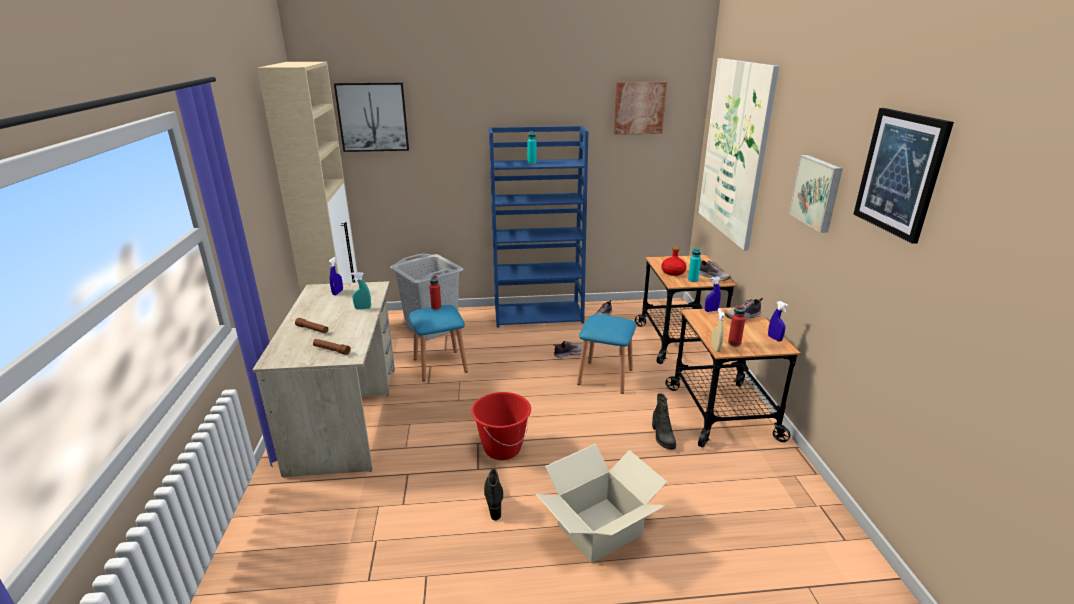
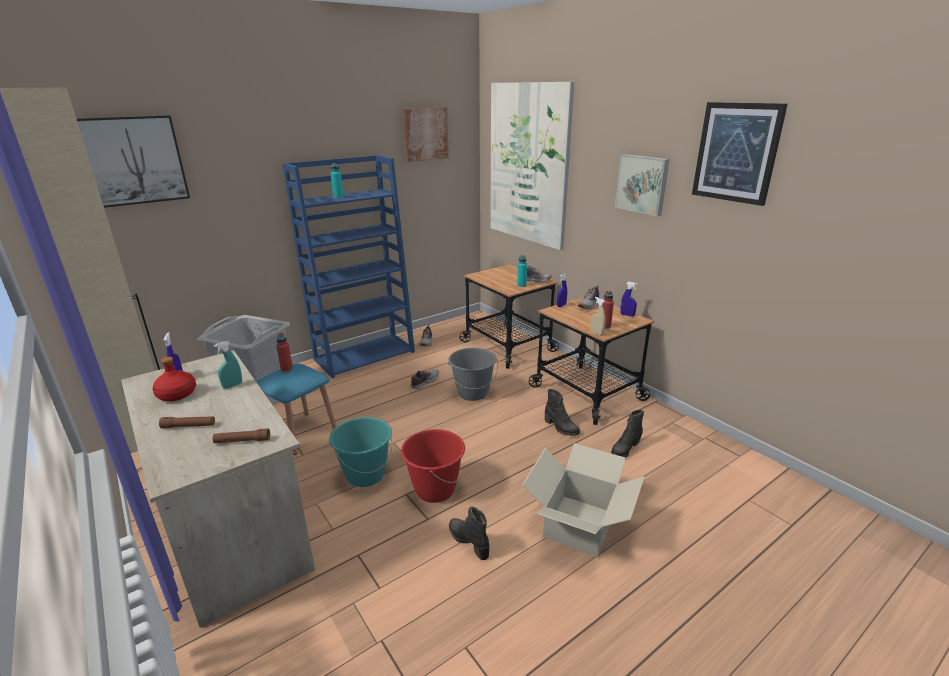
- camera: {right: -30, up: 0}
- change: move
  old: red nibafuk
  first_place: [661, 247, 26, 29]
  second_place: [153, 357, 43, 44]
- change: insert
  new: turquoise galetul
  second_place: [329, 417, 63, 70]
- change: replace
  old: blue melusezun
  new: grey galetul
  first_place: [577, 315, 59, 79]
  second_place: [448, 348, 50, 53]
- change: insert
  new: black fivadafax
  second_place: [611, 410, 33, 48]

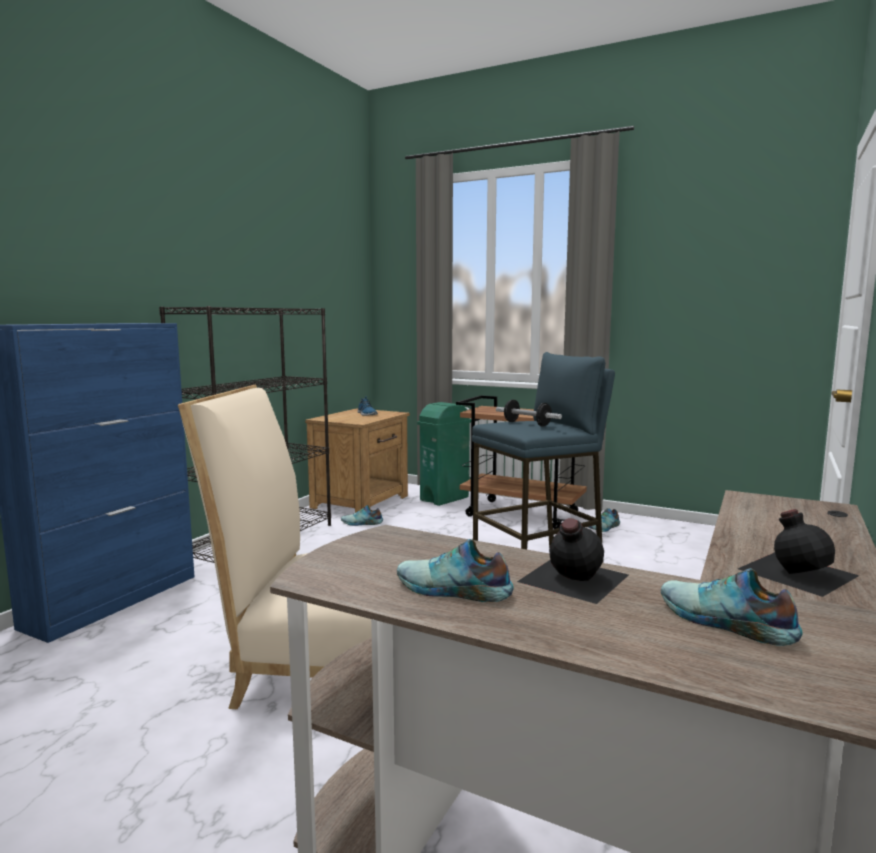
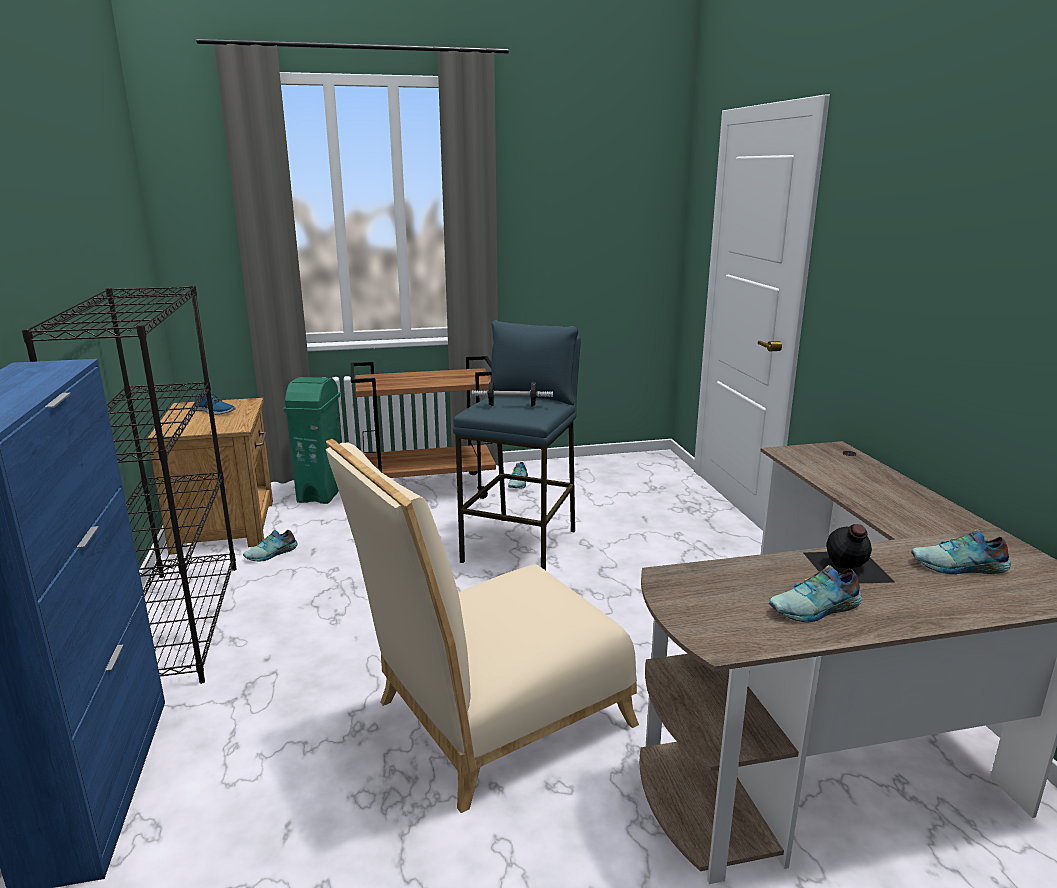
- camera: {right: -40, up: 10}
- change: delete
  old: black nibafuk
  first_place: [738, 509, 121, 88]

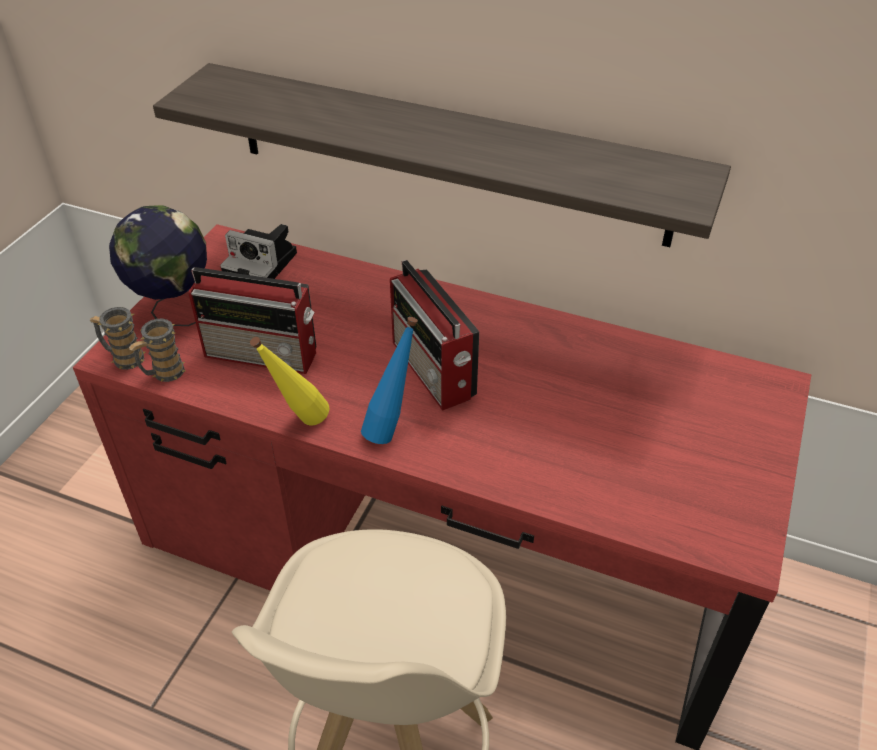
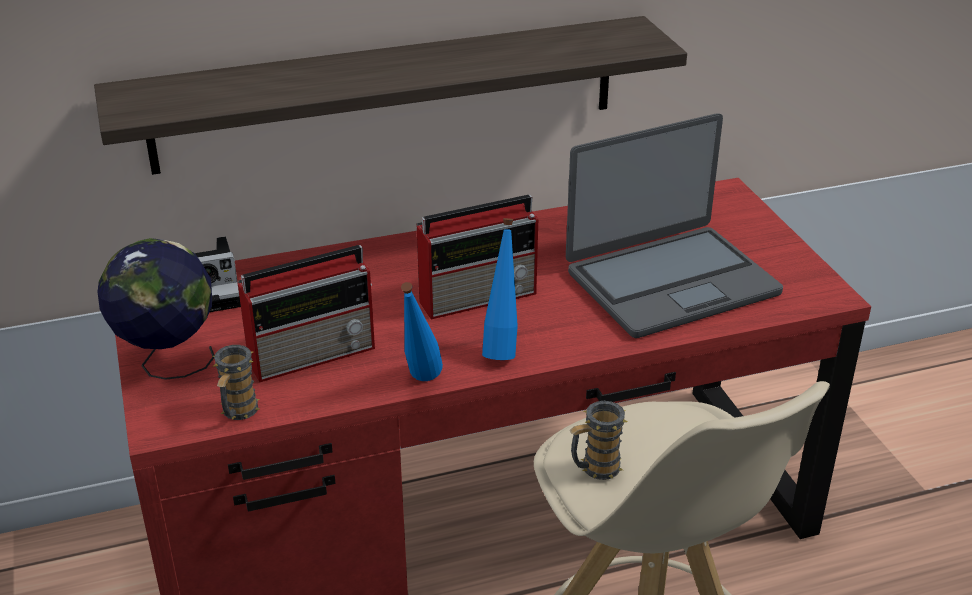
- camera: {right: -40, up: -10}
- change: recolor
  old: yellow nibafuk
  new: blue nibafuk
  first_place: [250, 337, 80, 89]
  second_place: [401, 282, 42, 99]
- change: rotate
  old: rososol
  first_place: [390, 260, 89, 151]
  second_place: [416, 195, 122, 125]
  degrees: -45
- change: insert
  new: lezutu
  second_place: [566, 113, 217, 225]
- change: move
  old: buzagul
  first_place: [89, 307, 56, 63]
  second_place: [570, 401, 57, 79]

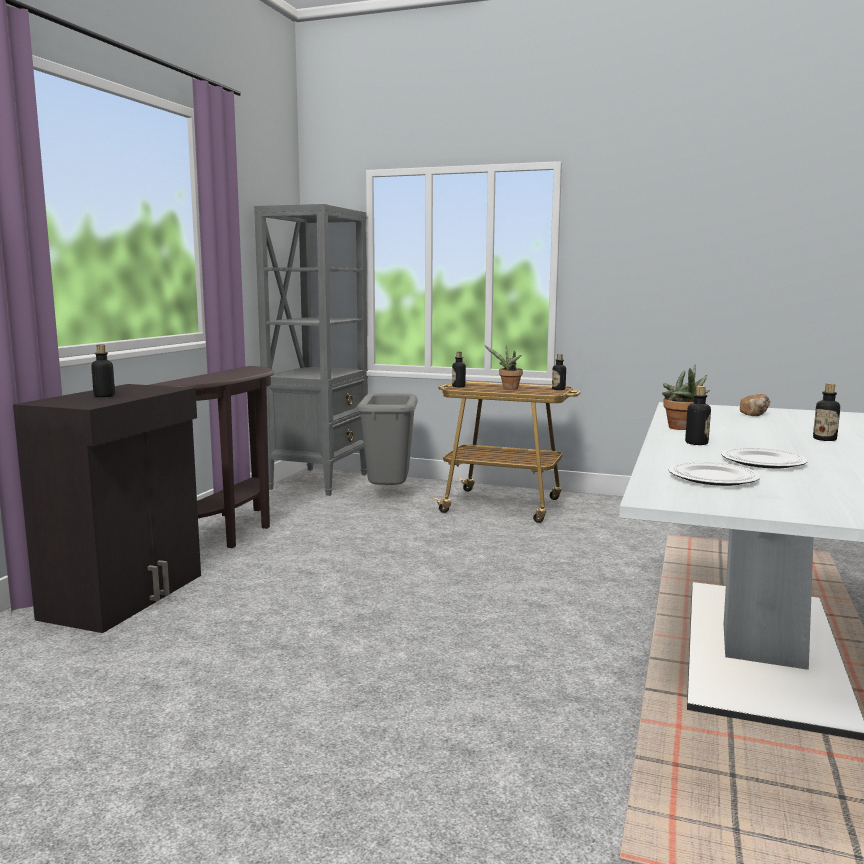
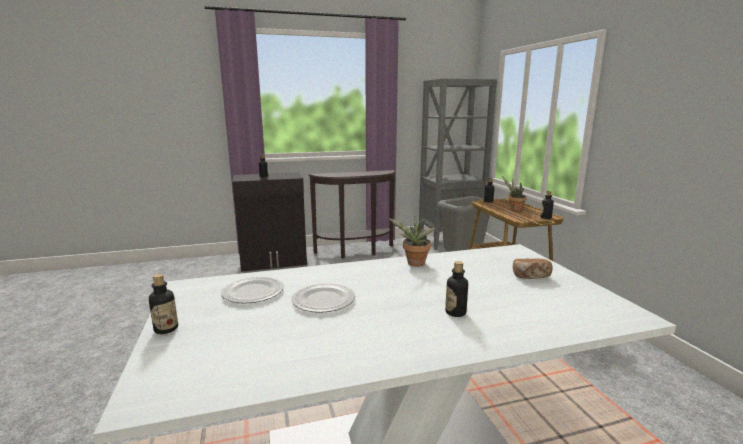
- camera: {right: 55, up: 5}
- change: move
  old: nibafuk
  first_place: [685, 386, 26, 59]
  second_place: [149, 274, 29, 60]

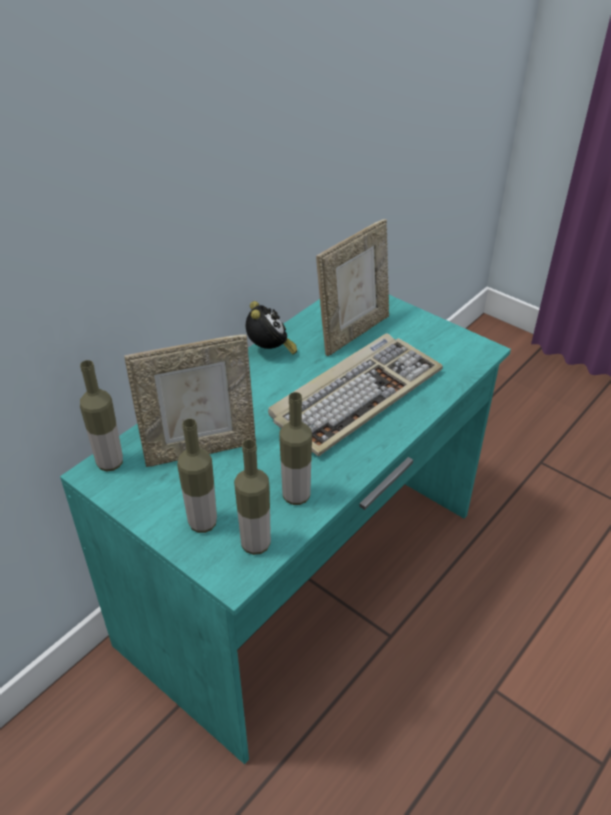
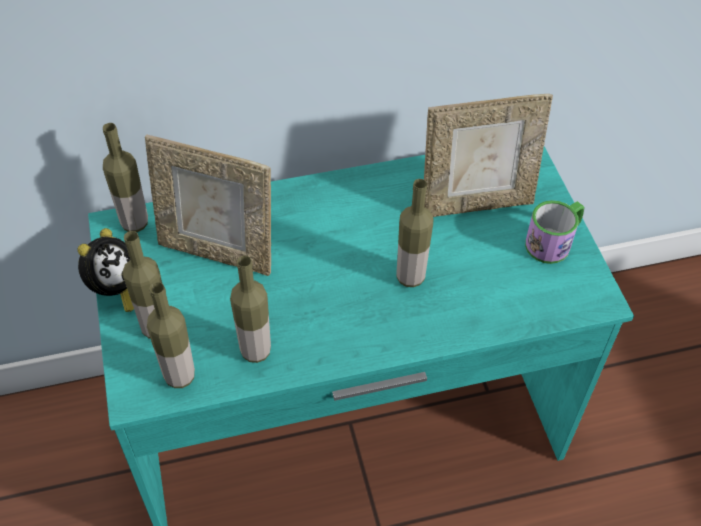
- camera: {right: 35, up: 10}
- change: move
  old: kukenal
  first_place: [246, 301, 51, 53]
  second_place: [78, 228, 56, 84]
- change: replace
  old: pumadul
  new: nibafuk
  first_place: [268, 334, 175, 122]
  second_place: [396, 179, 38, 108]
- change: insert
  new: buzagul
  second_place: [525, 200, 59, 64]

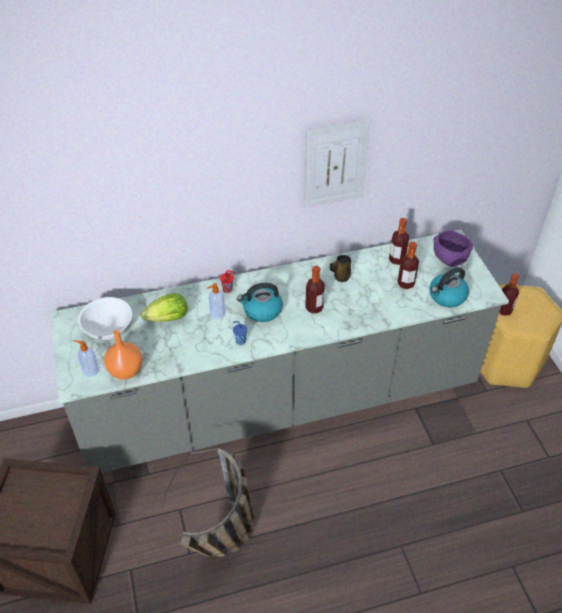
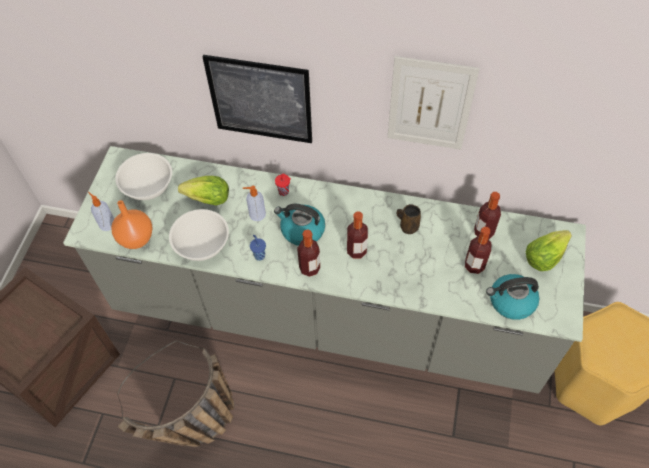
- camera: {right: 30, up: 10}
- change: insert
  new: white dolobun
  second_place: [169, 209, 60, 52]
- change: insert
  new: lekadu
  second_place: [202, 55, 110, 88]
- change: move
  old: nibafuk
  first_place: [499, 274, 20, 42]
  second_place: [297, 229, 23, 48]
- change: replace
  old: purple dolobun
  new: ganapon
  first_place: [433, 230, 40, 37]
  second_place: [526, 230, 46, 41]

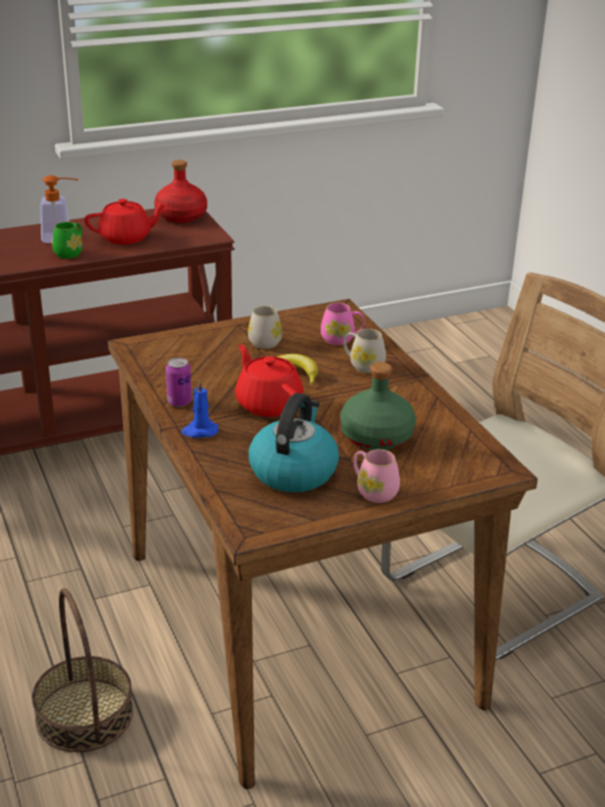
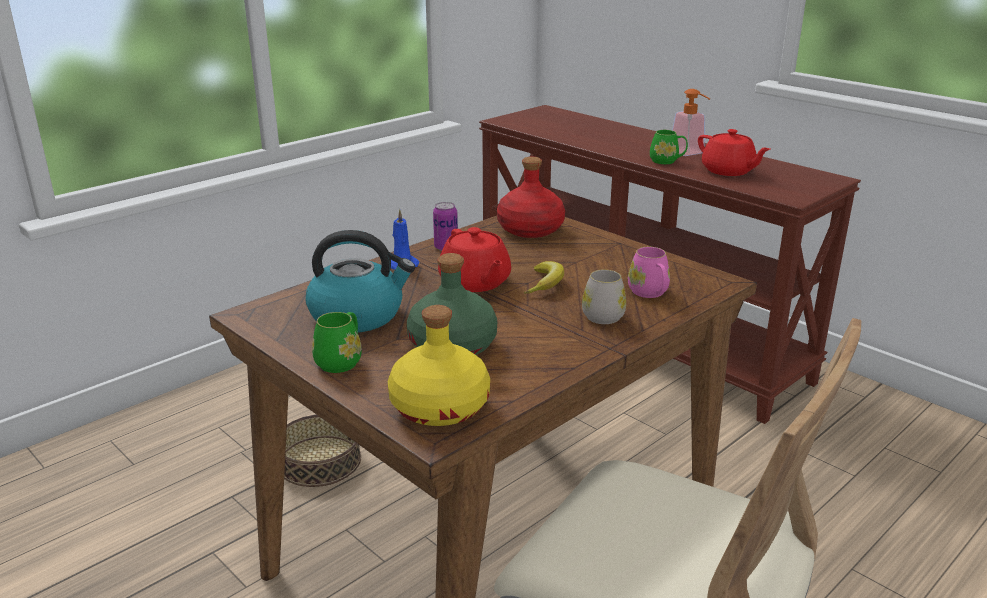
- camera: {right: 70, up: -5}
- change: recolor
  old: pink buzagul
  new: green buzagul
  first_place: [353, 449, 47, 54]
  second_place: [312, 312, 49, 61]
- change: insert
  new: yellow nibafuk
  second_place: [388, 305, 102, 121]
- change: rotate
  old: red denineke
  first_place: [235, 344, 69, 73]
  second_place: [438, 227, 73, 65]
  degrees: 120
- change: move
  old: red nibafuk
  first_place: [154, 160, 53, 63]
  second_place: [497, 157, 68, 81]
- change: delete
  old: white buzagul
  first_place: [248, 306, 34, 43]

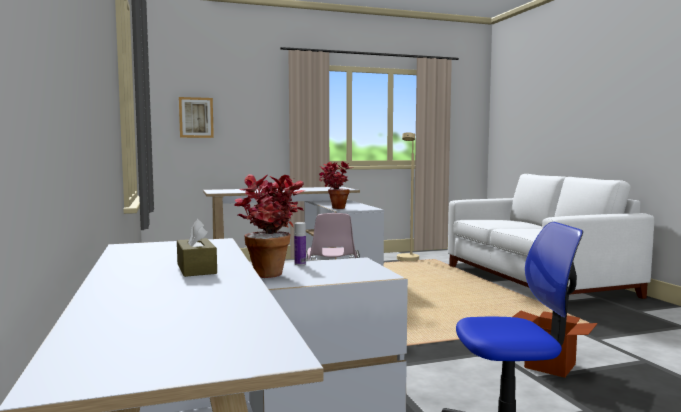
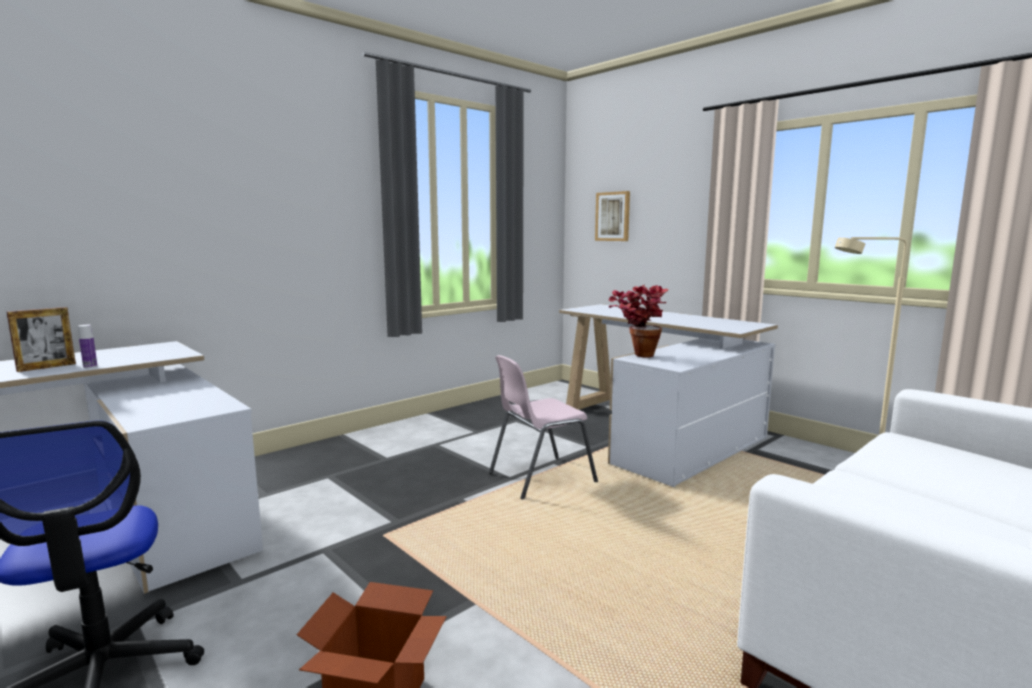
- camera: {right: 65, up: 5}
- change: replace
  old: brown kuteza
  new: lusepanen
  first_place: [177, 219, 40, 58]
  second_place: [6, 307, 70, 65]
- change: move
  old: nibafuk
  first_place: [294, 222, 12, 43]
  second_place: [78, 325, 19, 43]
- change: delete
  old: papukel
  first_place: [234, 174, 70, 104]

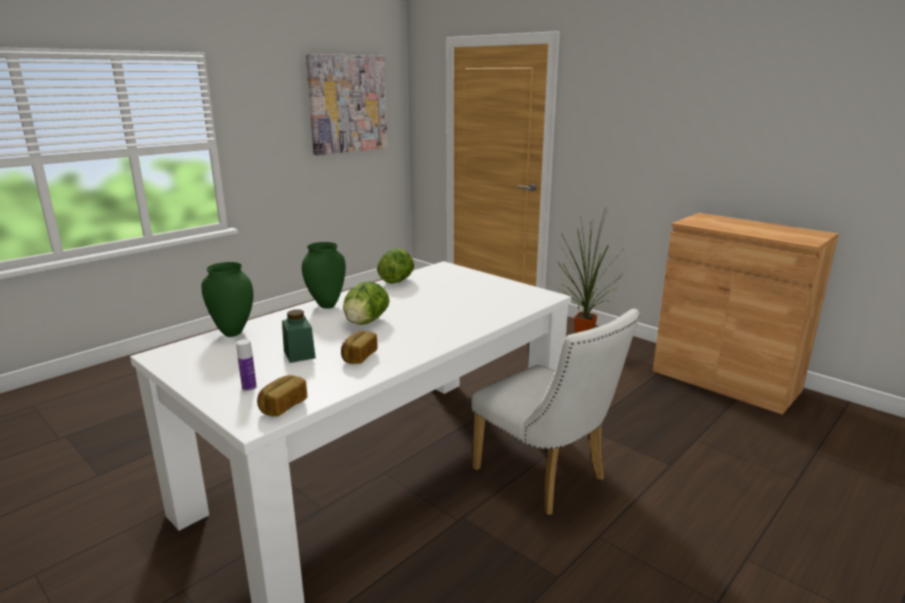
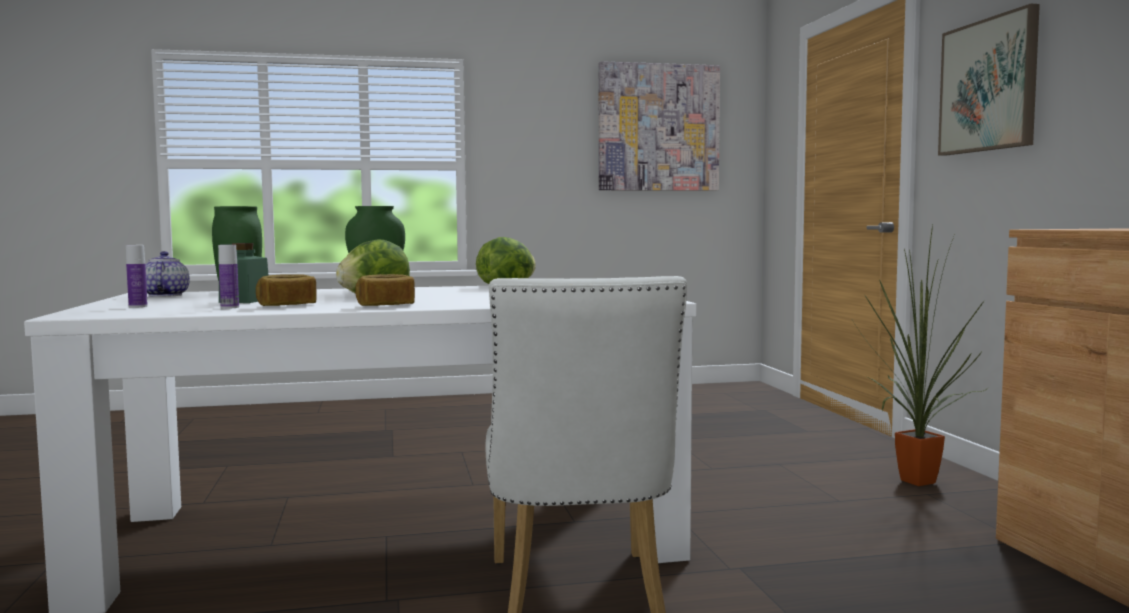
- camera: {right: 35, up: -15}
- change: insert
  new: denineke
  second_place: [145, 251, 45, 46]
- change: insert
  new: nibafuk
  second_place: [218, 245, 21, 64]
- change: move
  old: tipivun
  first_place: [257, 375, 50, 41]
  second_place: [355, 274, 60, 32]
- change: insert
  new: lekadu
  second_place: [938, 4, 102, 152]

